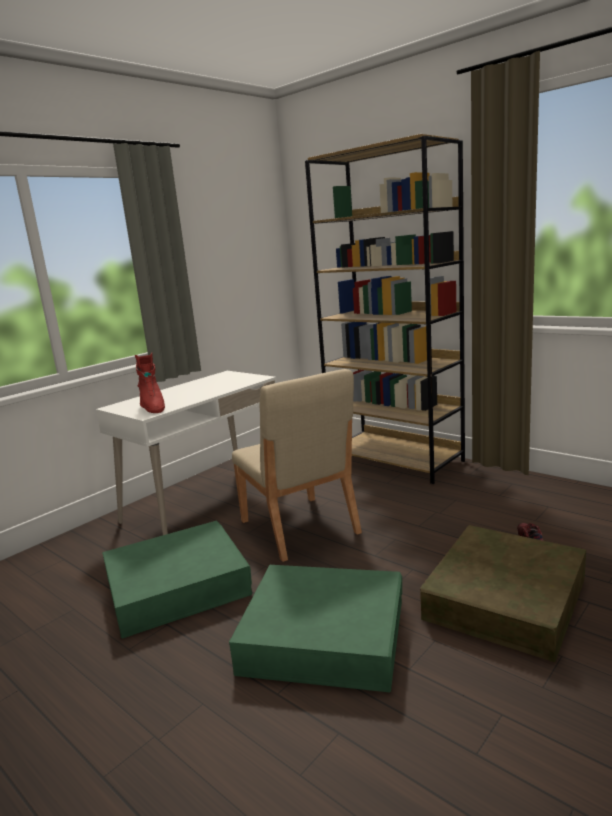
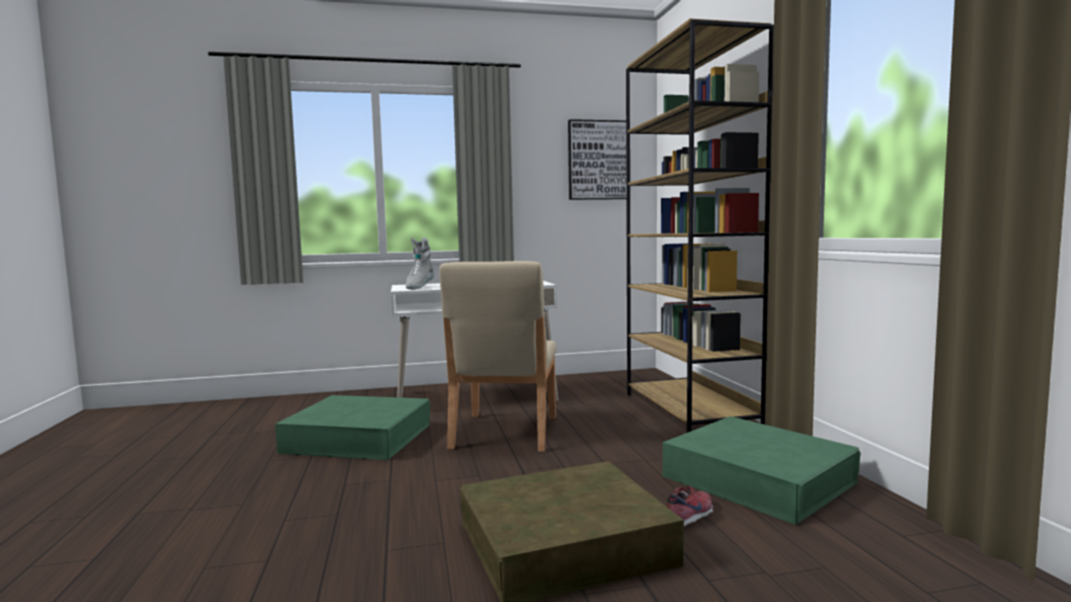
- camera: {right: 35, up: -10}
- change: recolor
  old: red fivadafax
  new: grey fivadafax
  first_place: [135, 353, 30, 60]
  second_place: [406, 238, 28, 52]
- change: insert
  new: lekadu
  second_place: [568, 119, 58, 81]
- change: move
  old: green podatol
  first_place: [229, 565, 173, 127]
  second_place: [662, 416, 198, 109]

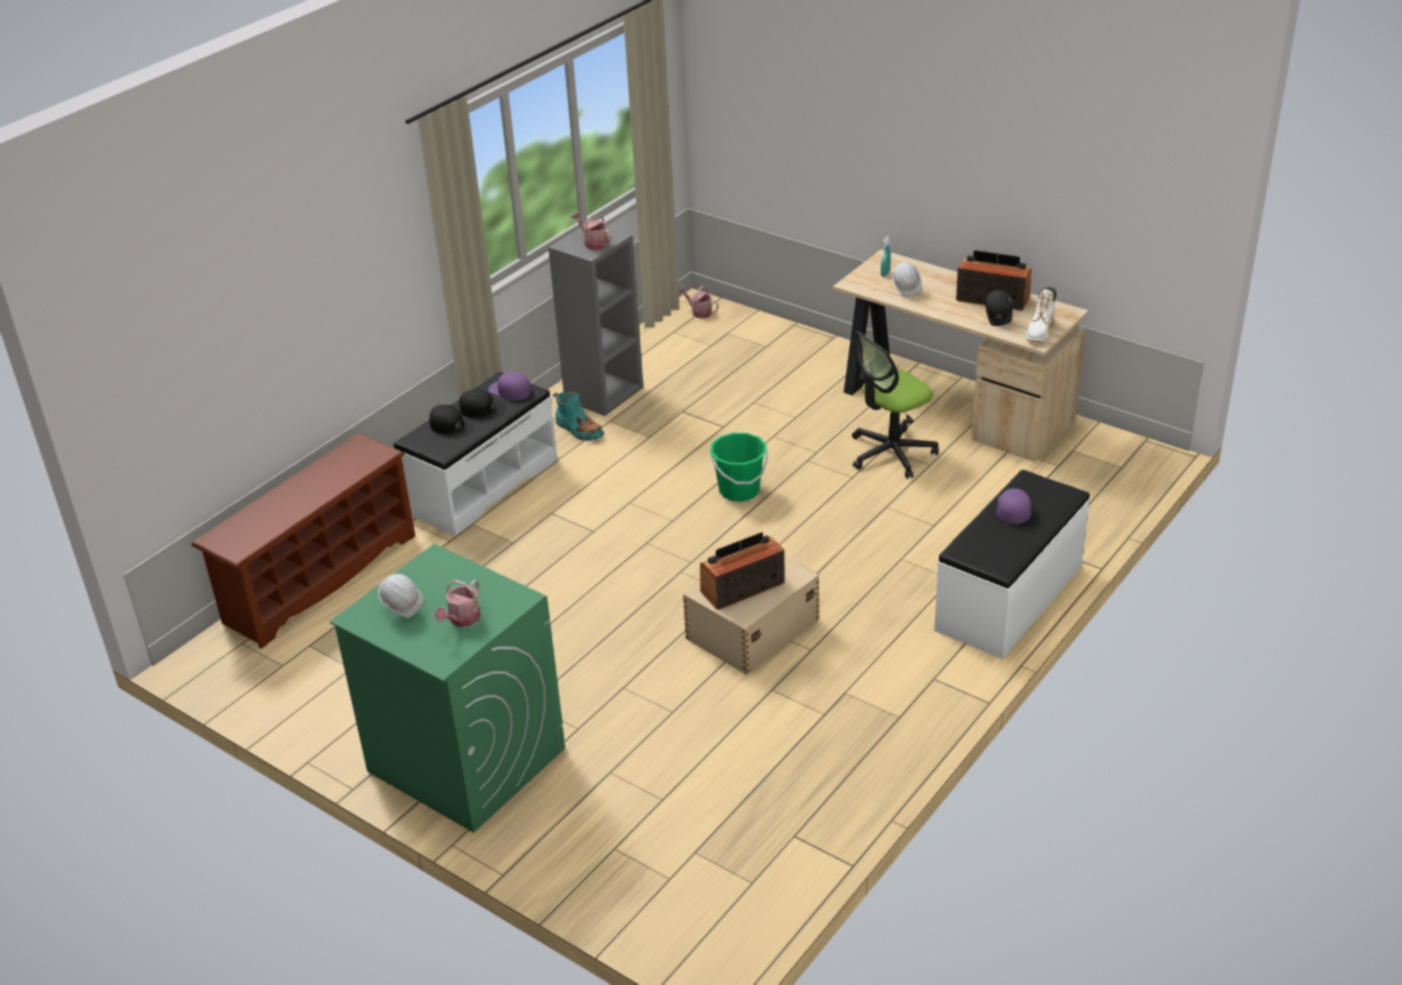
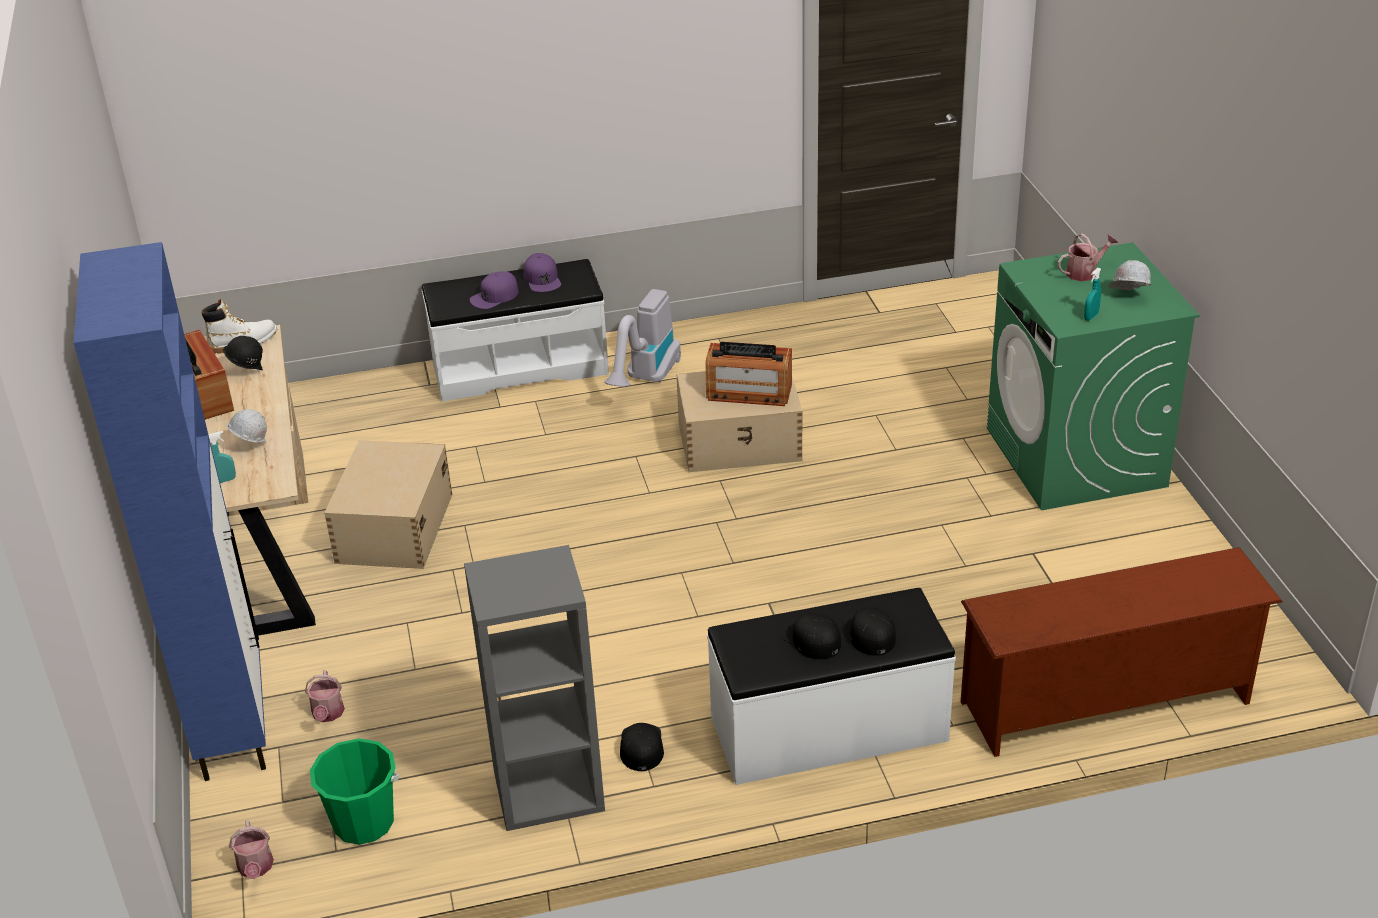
- camera: {right: -140, up: 0}
- change: insert
  new: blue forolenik
  second_place: [74, 242, 192, 539]
- change: move
  old: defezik
  first_place: [571, 212, 41, 38]
  second_place: [305, 670, 40, 52]
- change: move
  old: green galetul
  first_place: [710, 433, 58, 68]
  second_place: [310, 738, 89, 107]
- change: replace
  old: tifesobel
  new: beige podatol
  first_place: [852, 331, 87, 148]
  second_place: [324, 440, 128, 129]
- change: move
  old: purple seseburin
  first_place: [488, 372, 43, 28]
  second_place: [524, 253, 37, 39]
- change: insert
  new: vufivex
  second_place: [604, 289, 77, 98]
- change: replace
  old: turquoise fivadafax
  new: black seseburin
  first_place: [552, 392, 52, 49]
  second_place: [620, 723, 44, 48]
- change: insert
  new: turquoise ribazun
  second_place: [1084, 268, 17, 53]

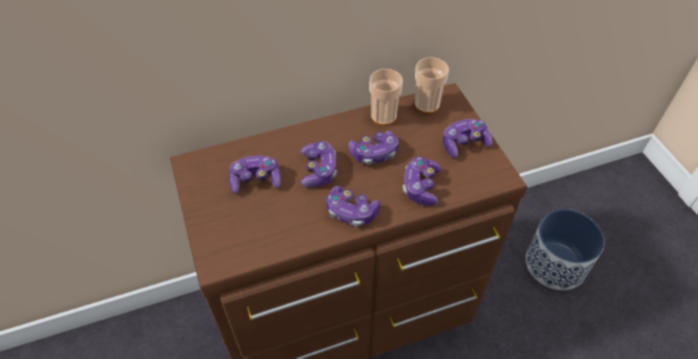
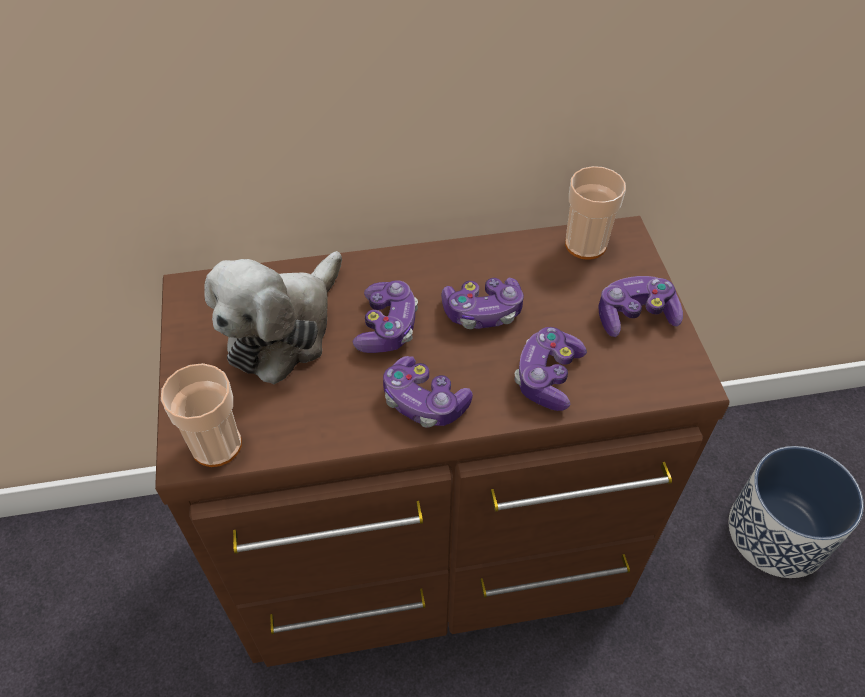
- camera: {right: 10, up: 0}
- change: move
  old: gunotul
  first_place: [369, 69, 34, 57]
  second_place: [161, 363, 81, 104]
- change: replace
  old: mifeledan
  new: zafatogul
  first_place: [229, 156, 52, 38]
  second_place: [204, 251, 138, 133]

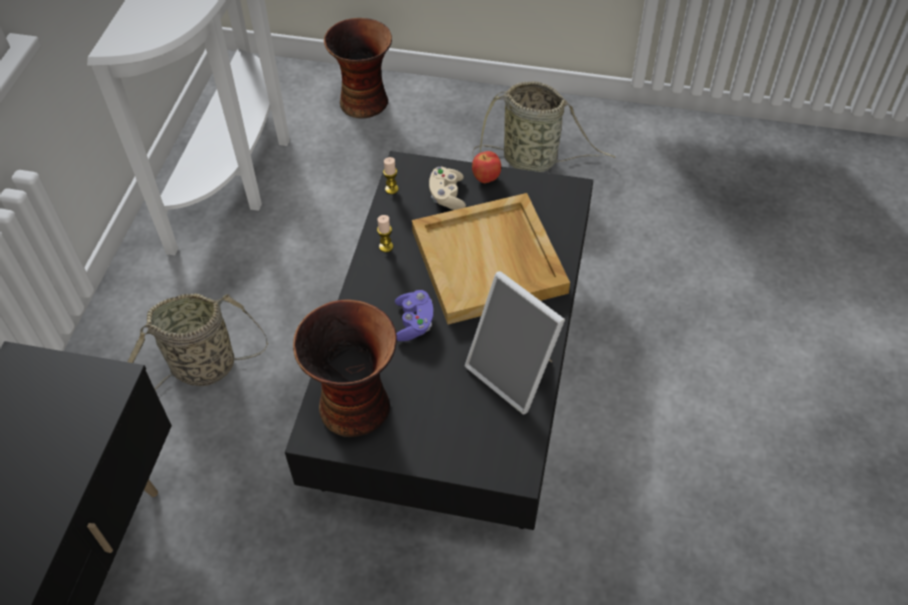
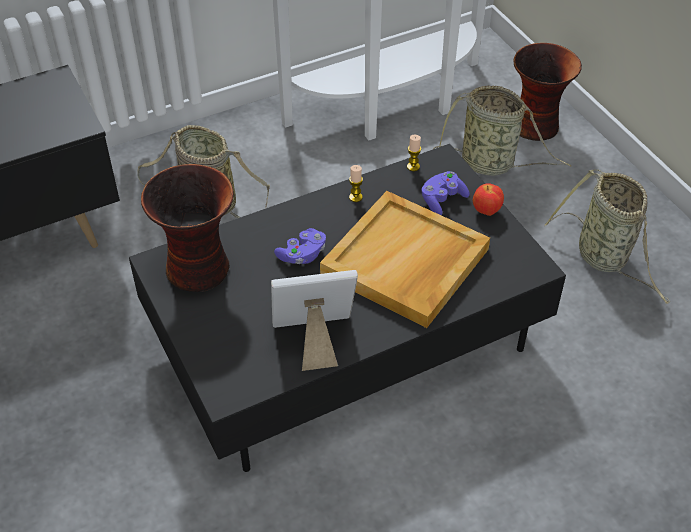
- camera: {right: 50, up: -5}
- change: rotate
  old: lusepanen
  first_place: [465, 271, 100, 144]
  second_place: [271, 270, 87, 101]
  degrees: 75
- change: recolor
  old: beige mifeledan
  new: purple mifeledan
  first_place: [429, 167, 37, 43]
  second_place: [422, 171, 48, 44]
- change: insert
  new: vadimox
  second_place: [433, 86, 139, 90]

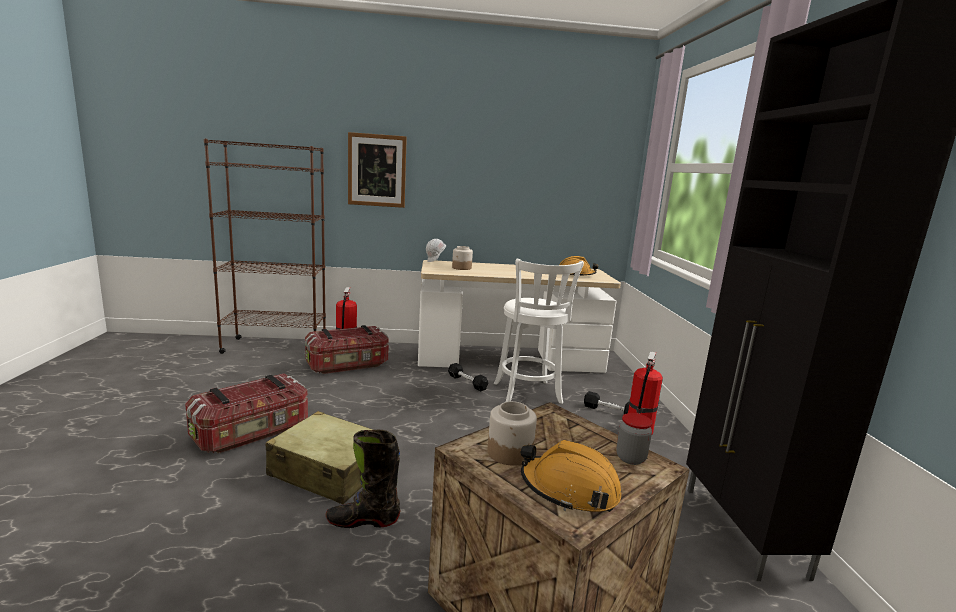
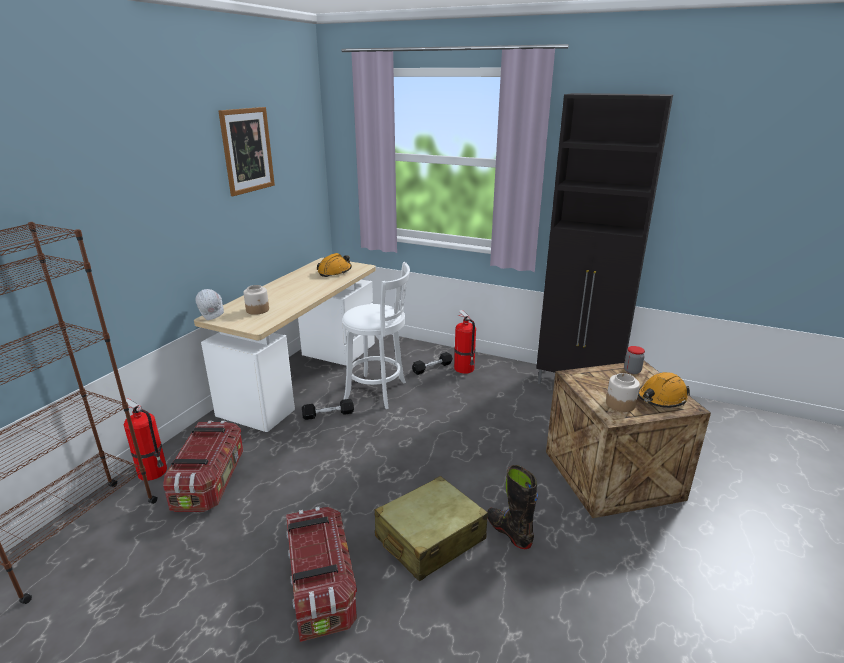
- camera: {right: -60, up: 10}
- change: move
  old: lekadu
  first_place: [348, 132, 59, 76]
  second_place: [218, 107, 57, 89]
- change: rotate
  old: black fivadafax
  first_place: [326, 429, 74, 99]
  second_place: [487, 465, 51, 84]
  degrees: 120

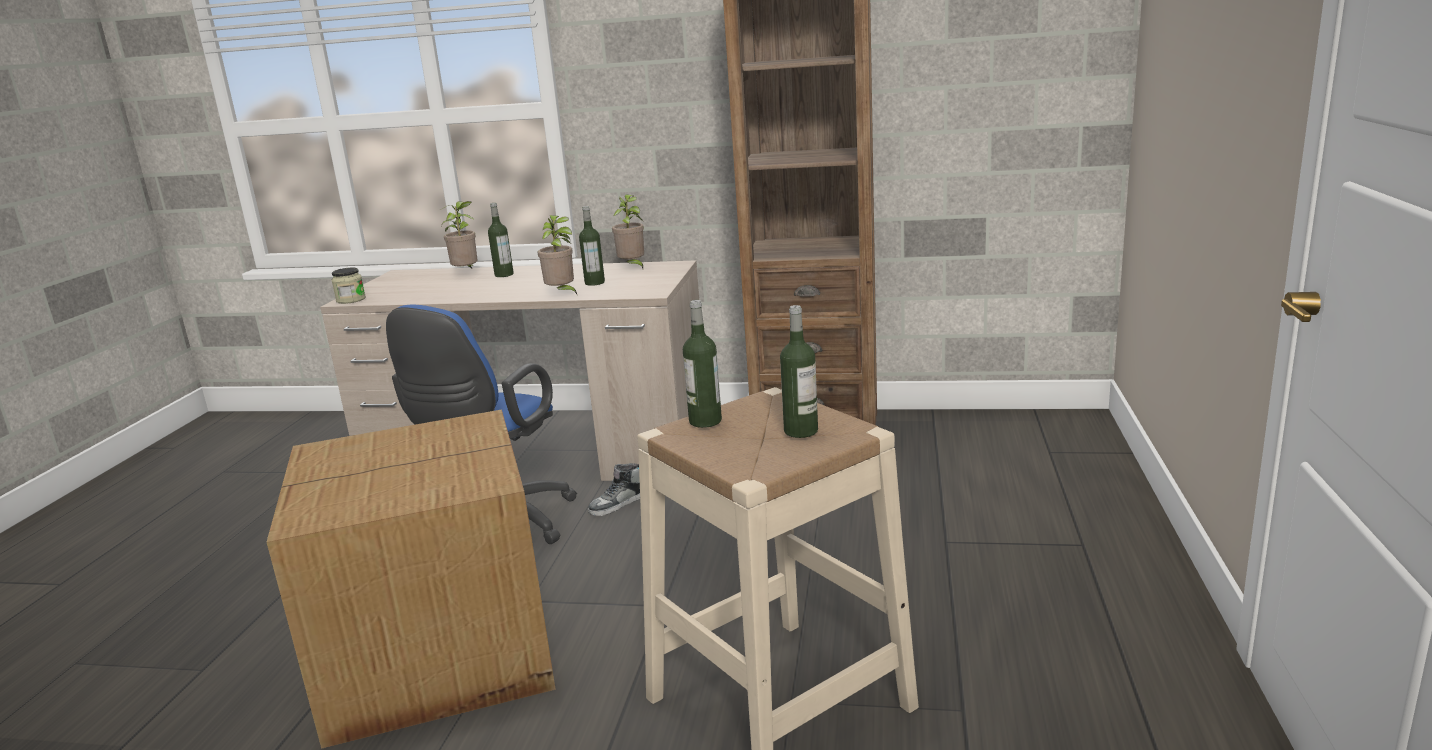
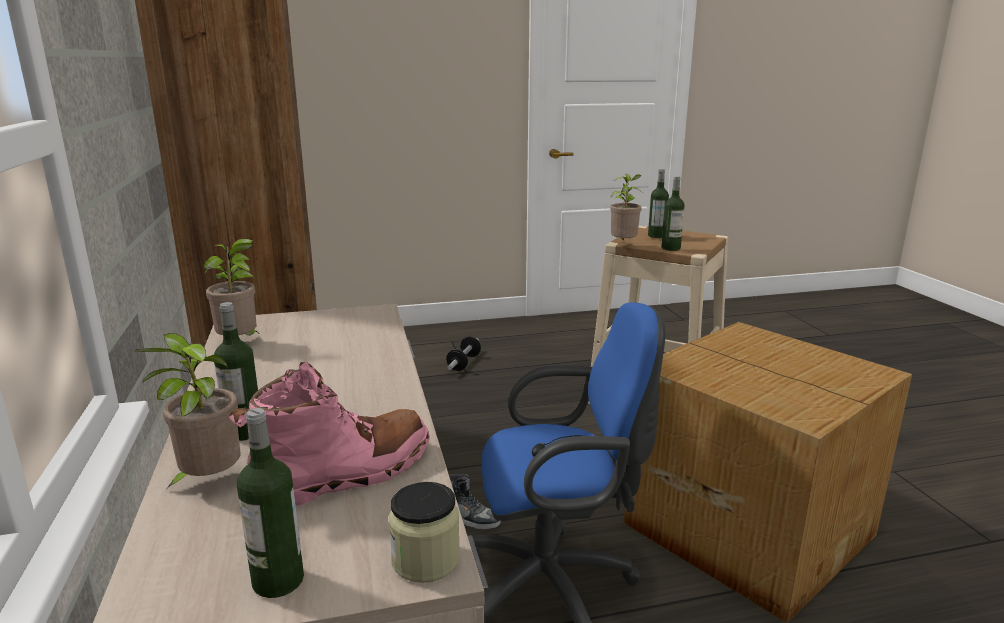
- camera: {right: -115, up: 0}
- change: insert
  new: pink fivadafax
  second_place: [229, 362, 201, 145]
- change: move
  old: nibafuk
  first_place: [579, 206, 26, 80]
  second_place: [237, 408, 67, 190]
- change: insert
  new: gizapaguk
  second_place: [446, 337, 35, 34]
- change: move
  old: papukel
  first_place: [538, 215, 40, 81]
  second_place: [610, 174, 32, 67]

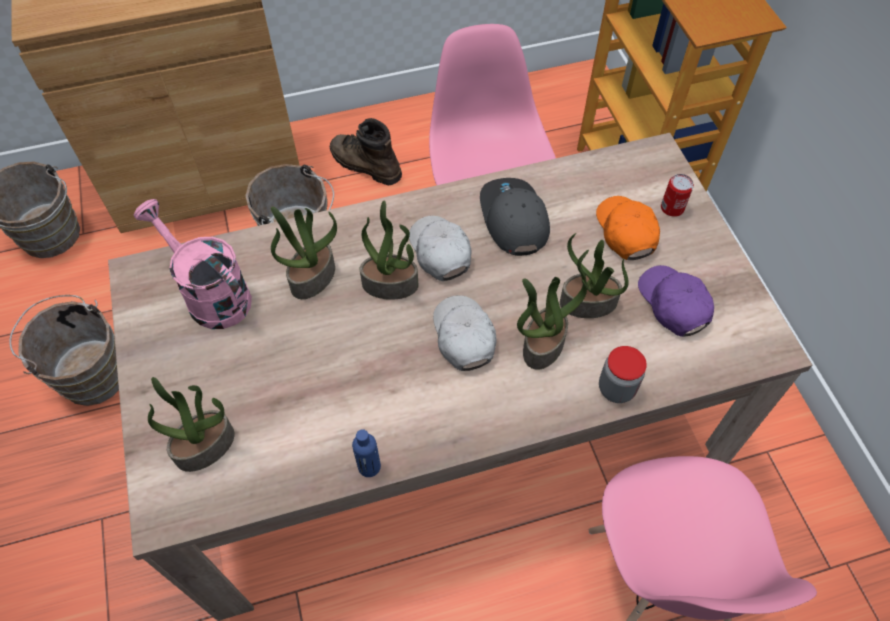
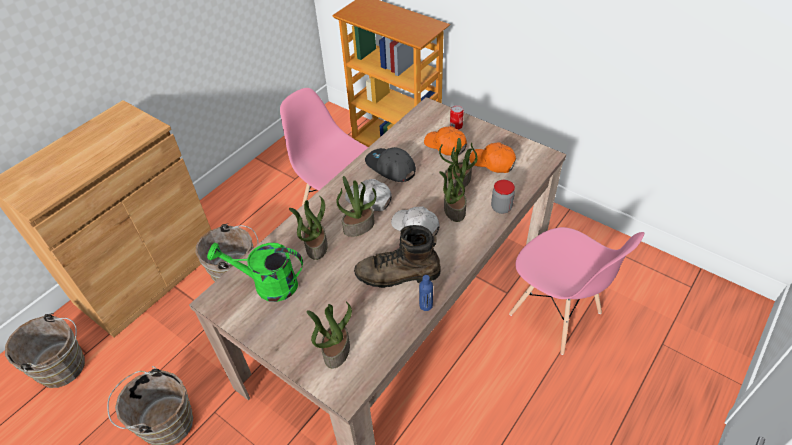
- camera: {right: -35, up: -10}
- change: recolor
  old: pink defezik
  new: green defezik
  first_place: [134, 199, 118, 130]
  second_place: [207, 243, 96, 59]
- change: move
  old: brown fivadafax
  first_place: [330, 118, 72, 67]
  second_place: [354, 225, 86, 63]
- change: recolor
  old: purple seseburin
  new: orange seseburin
  first_place: [638, 265, 76, 72]
  second_place: [469, 142, 47, 31]

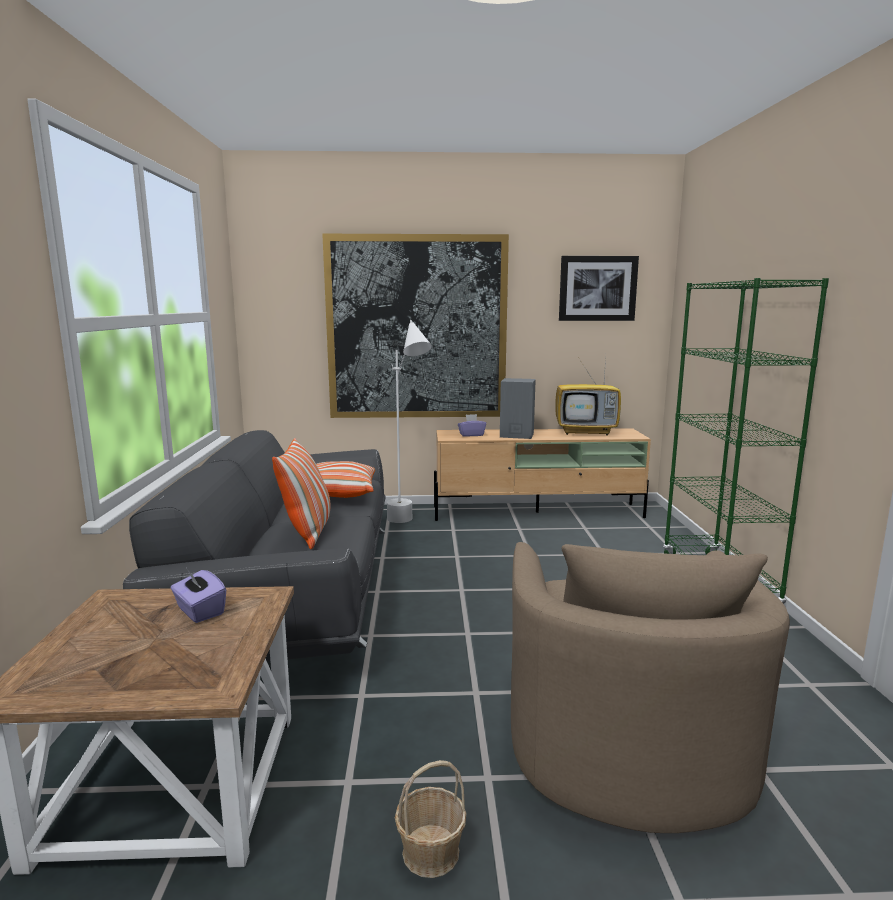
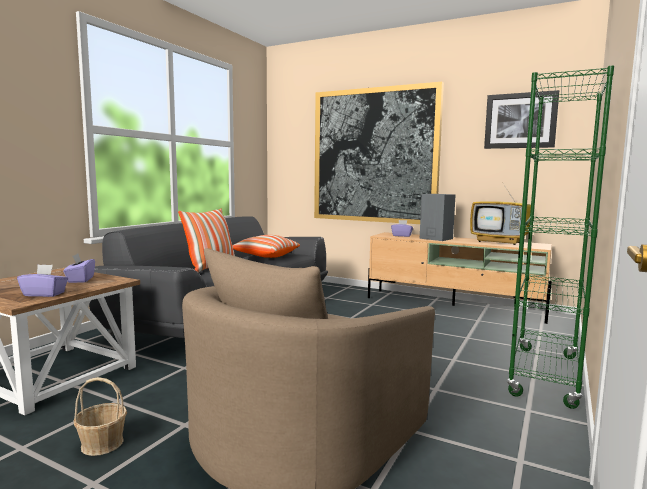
- camera: {right: 30, up: -5}
- change: insert
  new: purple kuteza
  second_place: [17, 264, 51, 33]
- change: delete
  old: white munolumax
  first_place: [387, 320, 45, 203]

